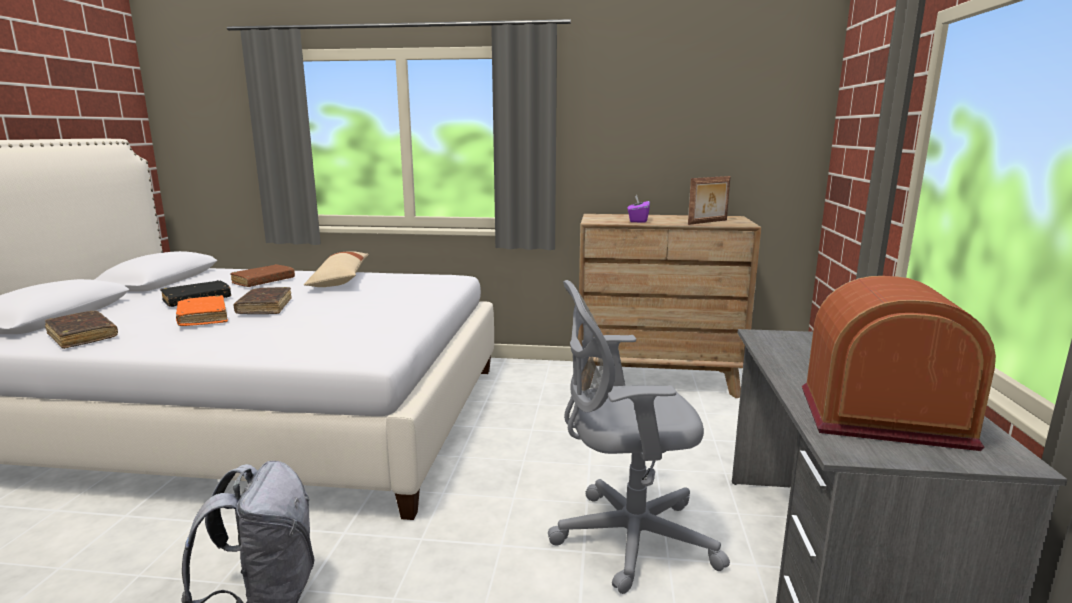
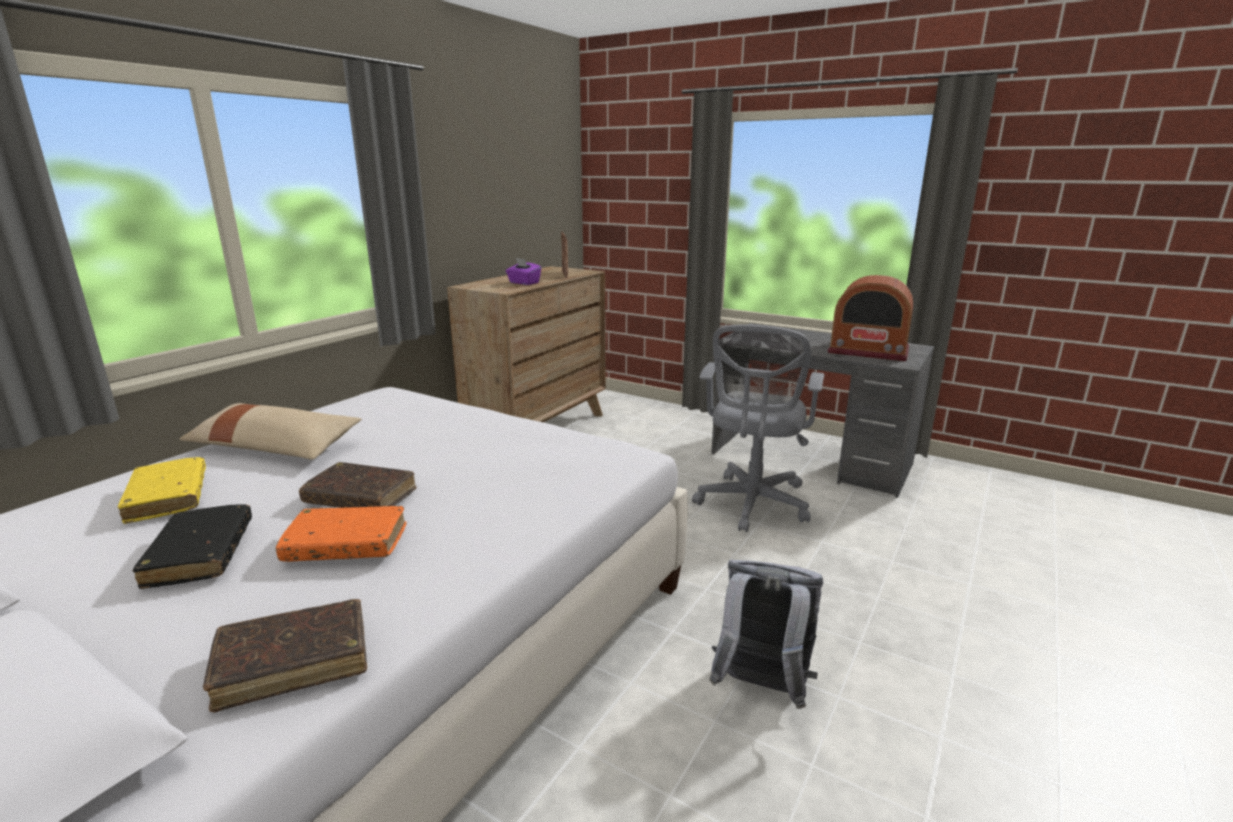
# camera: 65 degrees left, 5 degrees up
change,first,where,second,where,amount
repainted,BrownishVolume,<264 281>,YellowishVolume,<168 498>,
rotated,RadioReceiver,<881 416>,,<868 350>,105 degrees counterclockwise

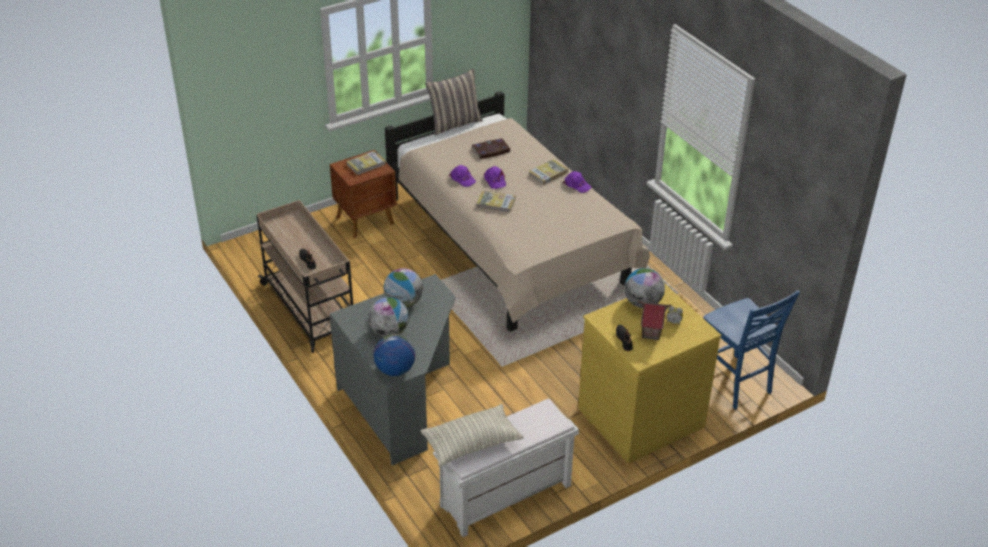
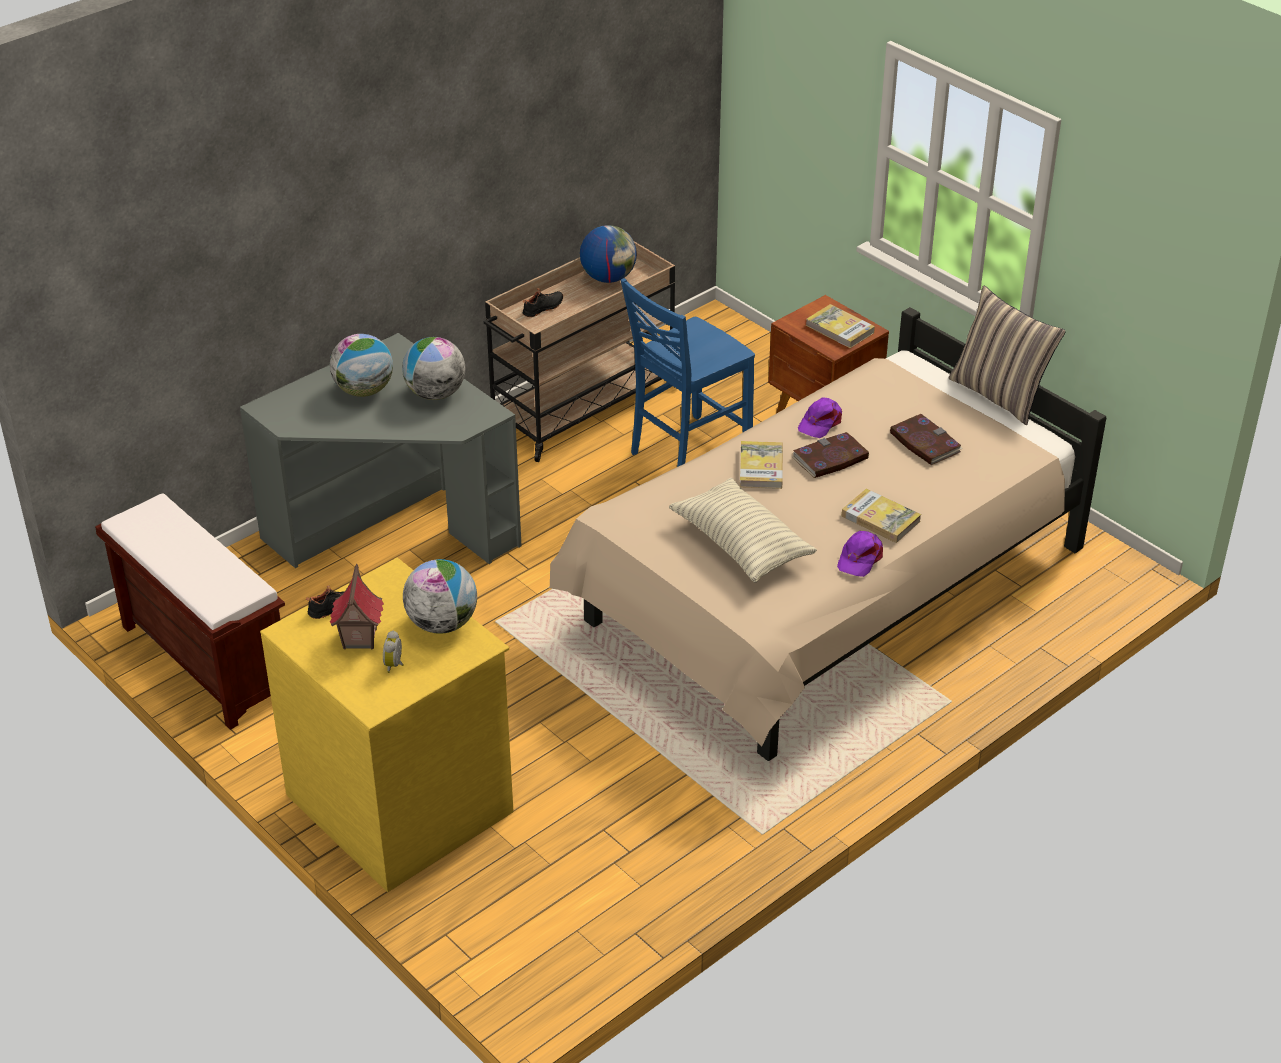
# camera: 80 degrees right, 0 degrees up
change,first,where,second,where,amount
swapped,PurpleCap,<495 180>,Volume,<830 458>,
shifted,BluishUprightChair,<735 383>,,<687 452>,
shifted,Globe,<395 370>,,<608 278>,
repainted,WhiteColouredBench,<504 497>,BrownishBench,<204 660>,
shifted,Cushion,<471 443>,,<741 545>,

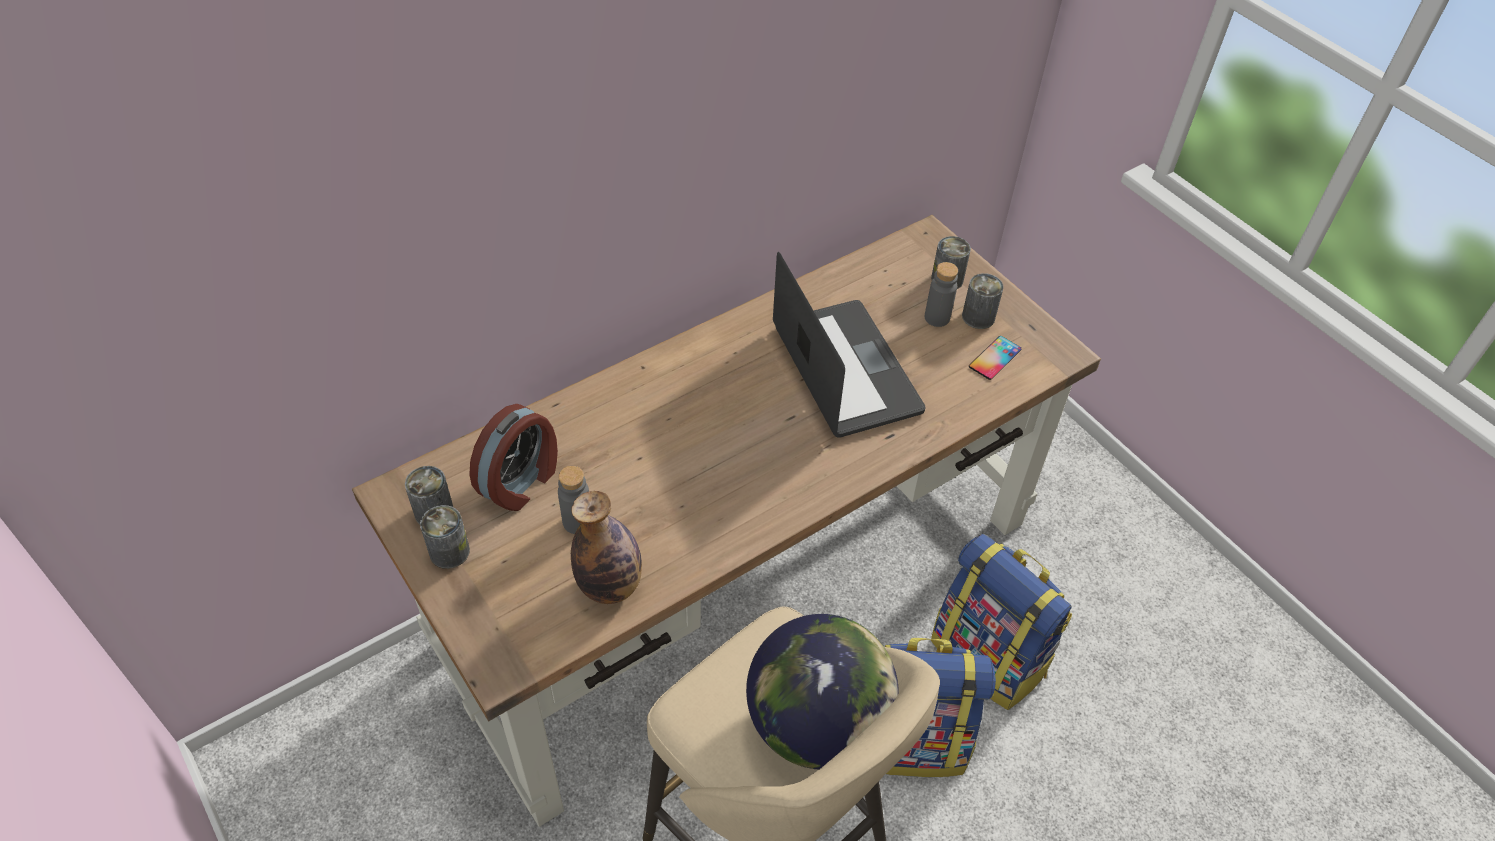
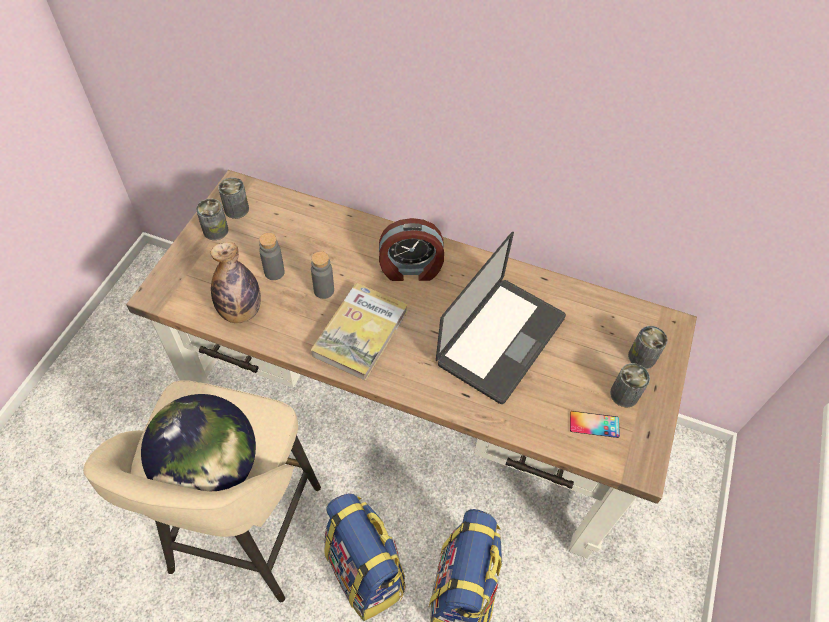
# camera: 55 degrees right, 5 degrees up
change,first,where,second,where,amount
shifted,GreyishBottle,<937 317>,,<324 290>,
shifted,TableClock,<521 482>,,<410 269>,
new,,,Volume,<360 333>,

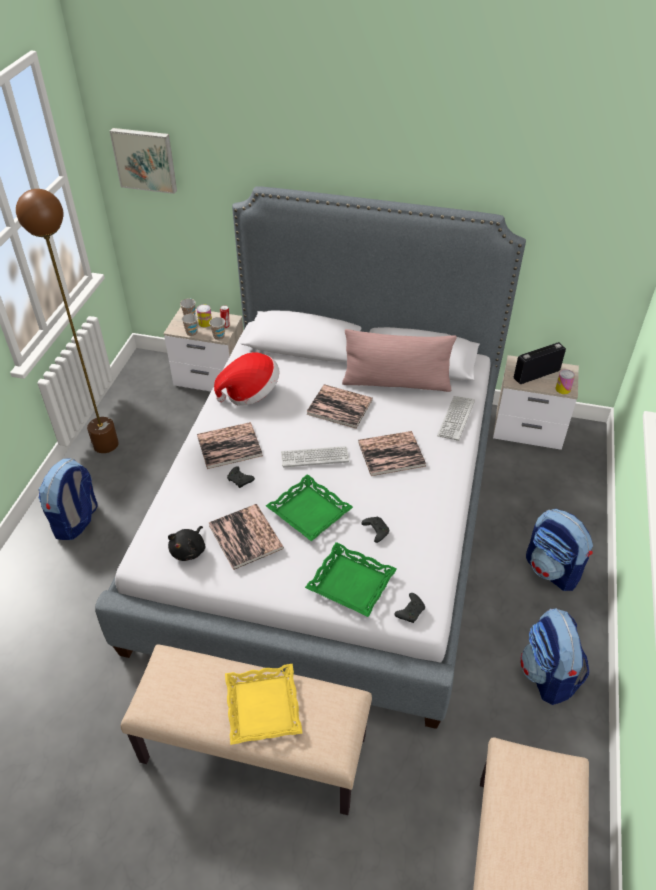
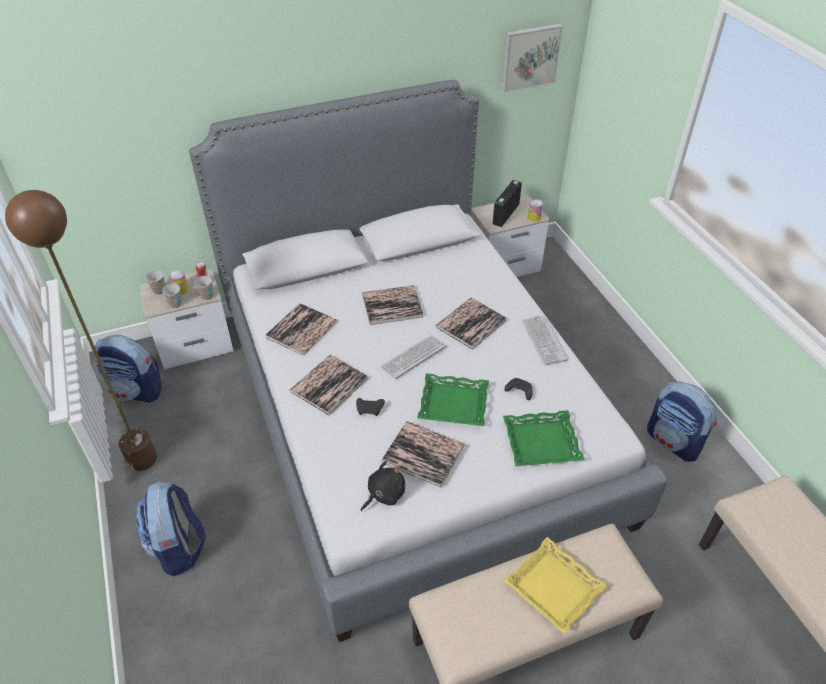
# camera: 35 degrees left, 0 degrees up
change,first,where,second,where,amount
shifted,WallArt,<145 159>,,<529 56>,
gone,PinkCushion,<396 383>,,,
swapped,ClothingHat,<250 393>,Volume,<301 330>,
shifted,Keyboard,<456 418>,,<543 340>,
shifted,Backpack,<553 570>,,<137 390>,
rotated,BlackishCuddlyToy,<189 550>,,<384 494>,120 degrees counterclockwise
gone,BlackishJoypad,<410 611>,,,

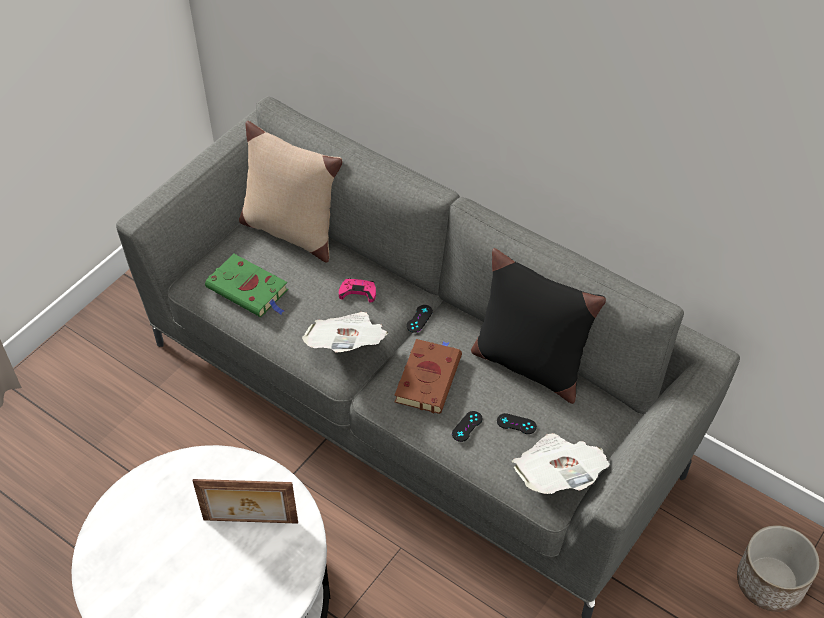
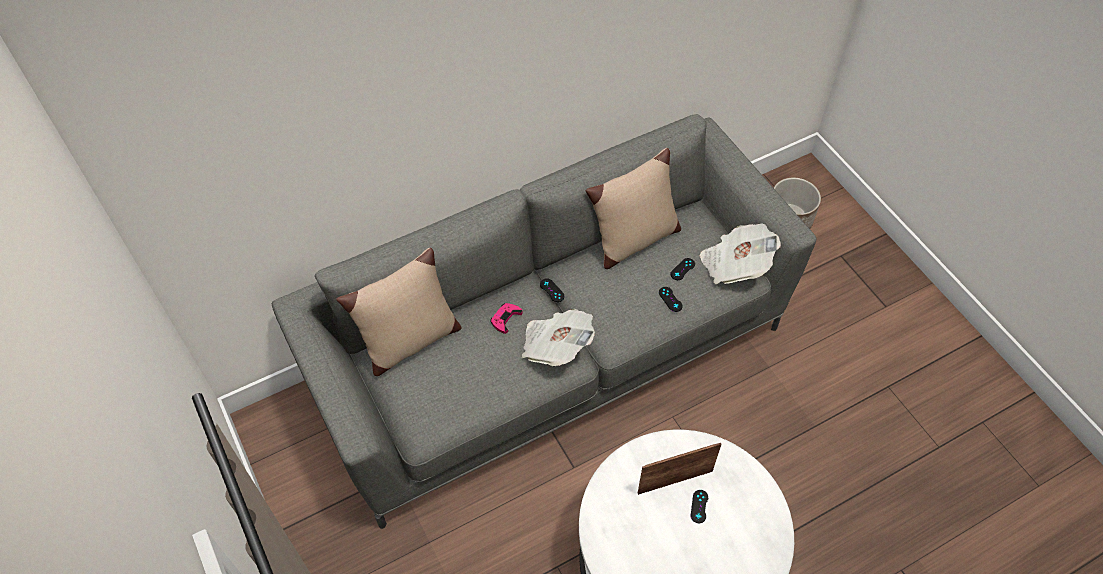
# camera: 65 degrees left, 5 degrees up
change,first,where,second,where,amount
repainted,BlackishCushion,<528 364>,BeigeCushion,<633 240>,
gone,GreenColouredVolume,<249 290>,,,
gone,BrownishVolume,<428 377>,,,
rotated,PhotoFrame,<250 522>,,<674 480>,135 degrees counterclockwise
new,,,BlackishJoypad,<699 506>,

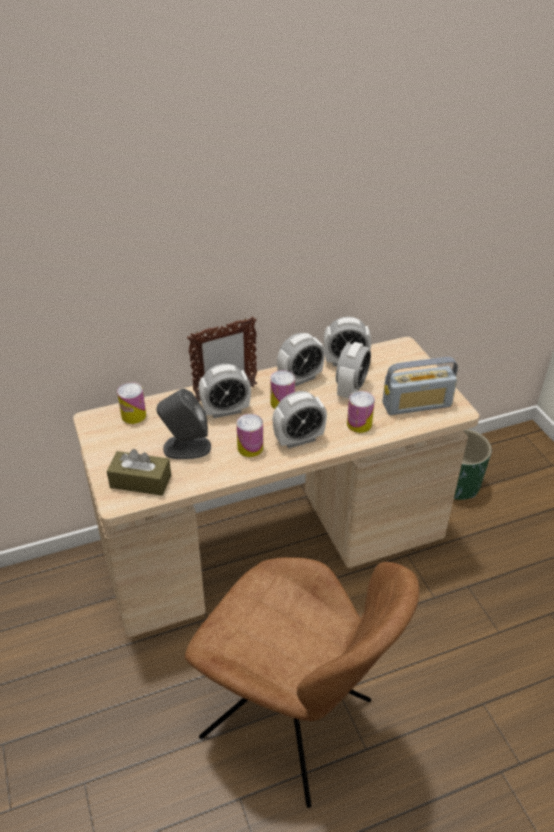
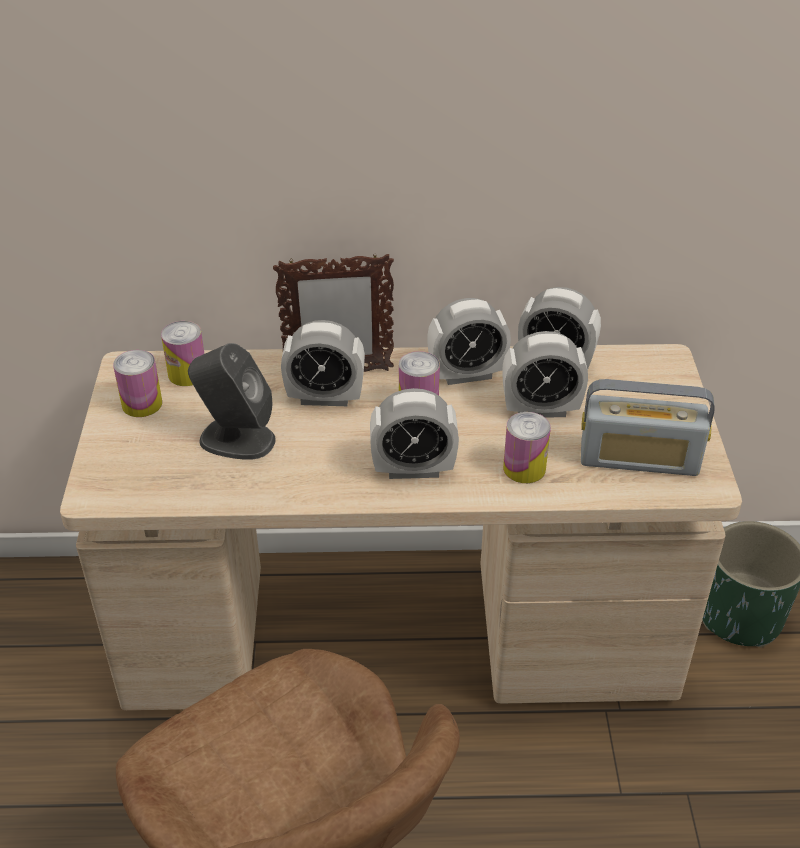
# camera: 20 degrees right, 0 degrees up
change,first,where,second,where,amount
rotated,TableClock,<351 389>,,<540 409>,45 degrees clockwise
shifted,SealedCan,<250 448>,,<142 404>,
gone,BrownishTissueHolder,<140 481>,,,

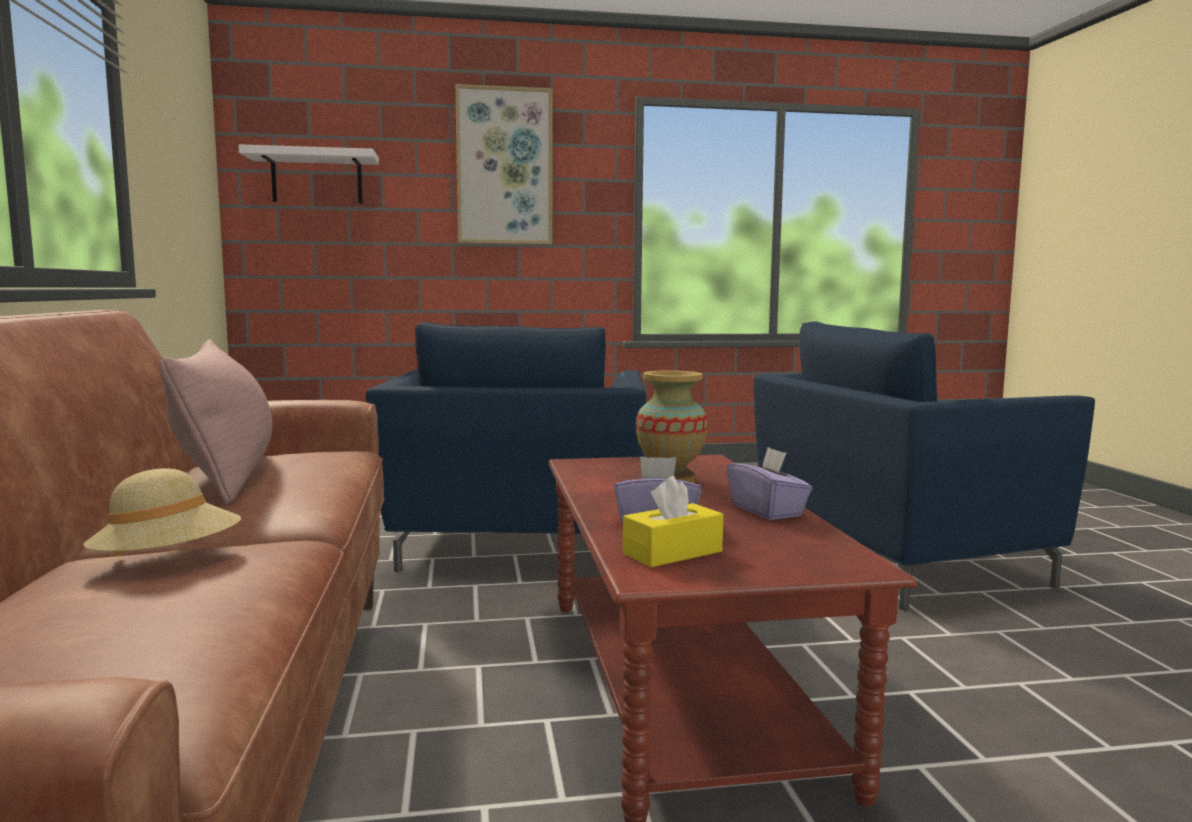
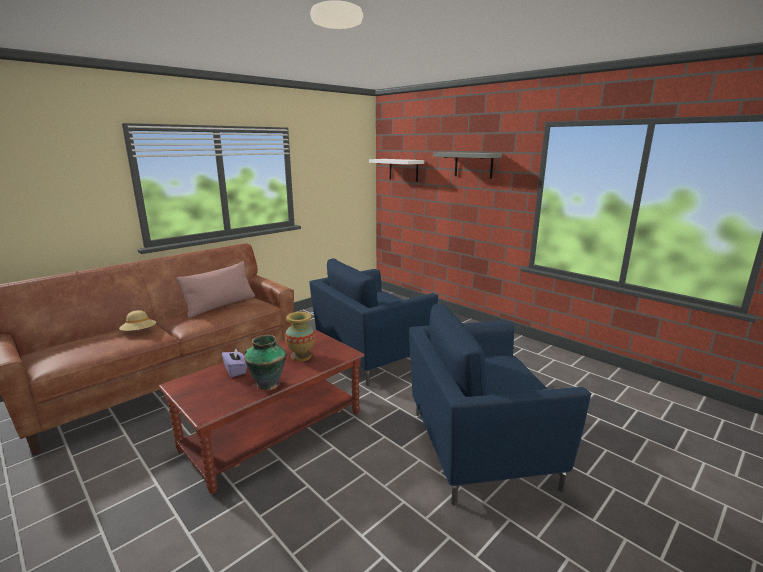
# camera: 55 degrees right, 10 degrees up
change,first,where,second,where,amount
swapped,WallArt,<504 166>,GreyishShelf,<473 165>,
rotated,BluishArmchair,<893 559>,,<477 447>,45 degrees counterclockwise
swapped,PurpleTissueHolder,<767 511>,DecorativeVase,<267 384>,
gone,YellowishTissueHolder,<672 553>,,,

